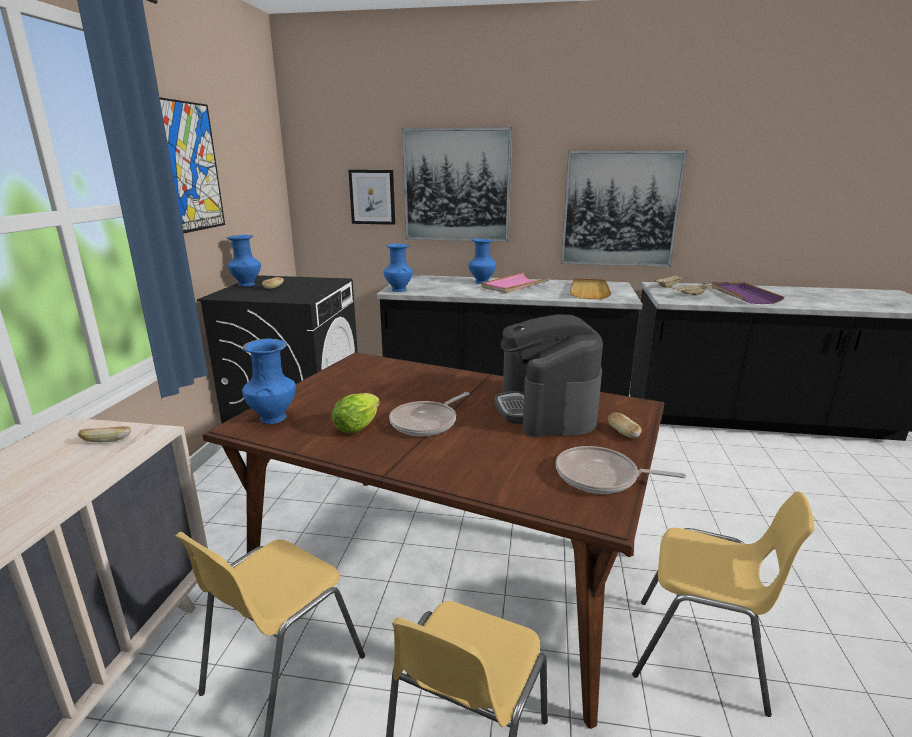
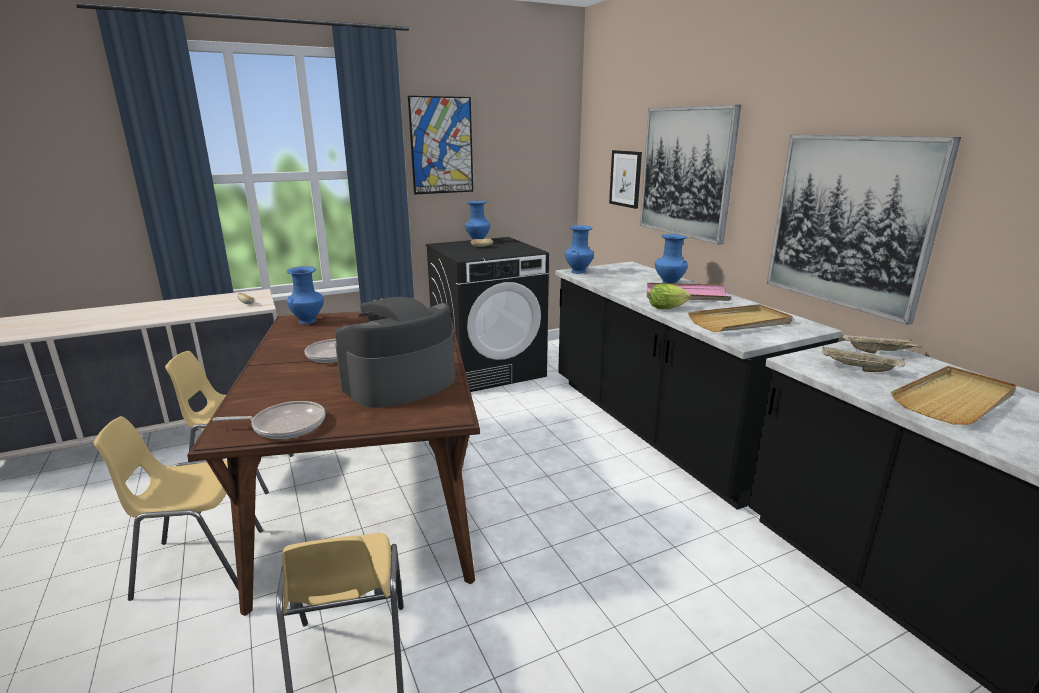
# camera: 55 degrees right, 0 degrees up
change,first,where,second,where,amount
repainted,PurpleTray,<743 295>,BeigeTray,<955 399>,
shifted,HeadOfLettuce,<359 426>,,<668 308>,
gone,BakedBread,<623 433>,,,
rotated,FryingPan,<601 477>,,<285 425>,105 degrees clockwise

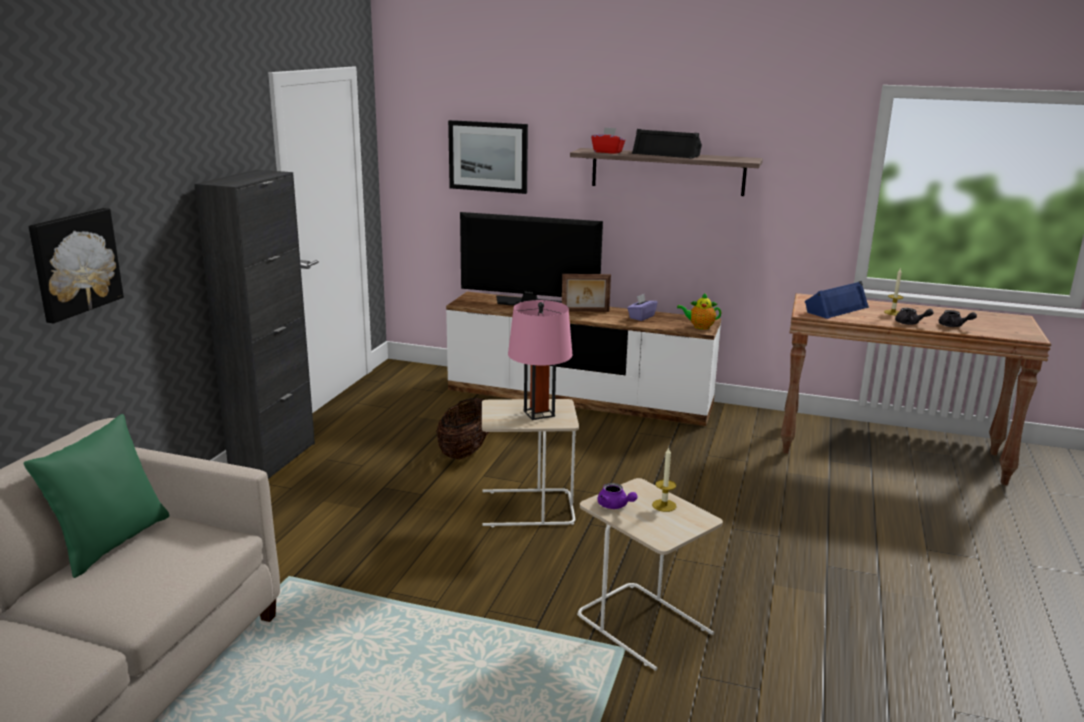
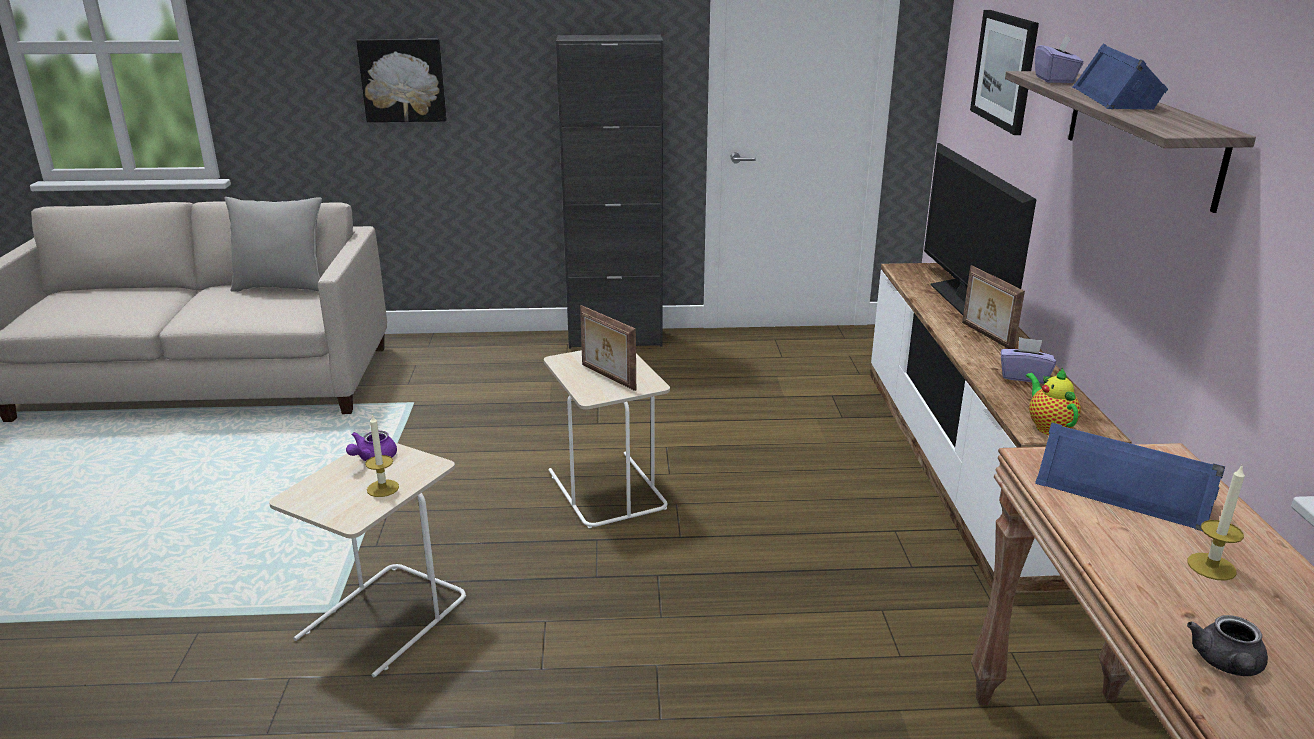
# camera: 70 degrees right, 5 degrees up
change,first,where,second,where,amount
repainted,RedColouredTissueHolder,<608 152>,PurpleTissueHolder,<1055 80>,
repainted,BlackishLoudspeaker,<666 154>,BluishLoudspeaker,<1117 98>,
swapped,PinkTableLamp,<539 413>,PhotoFrame,<607 377>,
gone,GreyishTeapot,<910 323>,,,
gone,Basket,<465 451>,,,
repainted,GreenColouredCushion,<110 543>,GreyishCushion,<282 287>,

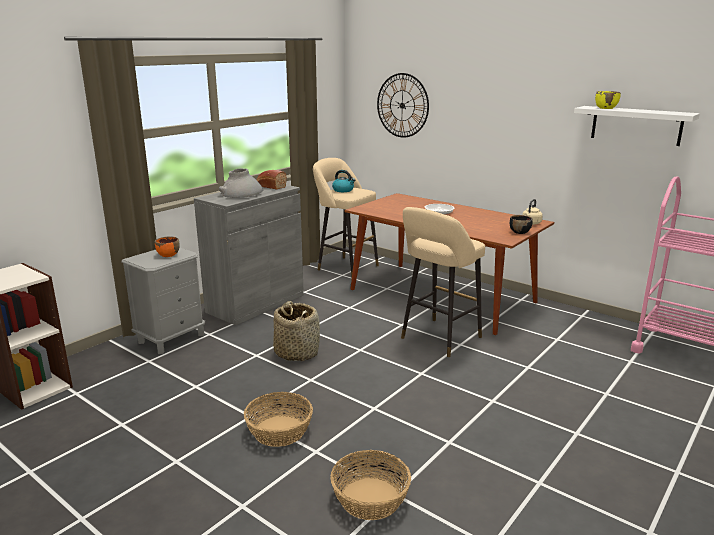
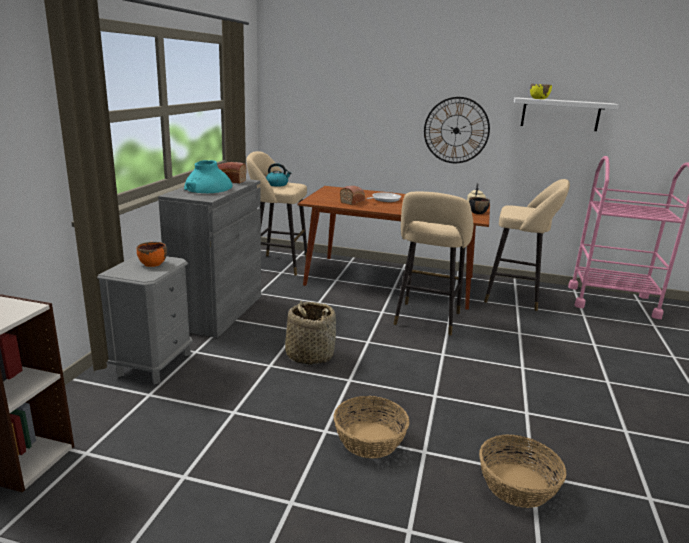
# camera: 25 degrees left, 0 degrees up
change,first,where,second,where,amount
shifted,HangingClock,<402 105>,,<456 130>,
repainted,GreyishDecorativeVase,<241 193>,BlueGreenDecorativeVase,<208 189>,
new,,,BeigeStoolSeat,<516 297>,
new,,,BakedBread,<353 201>,

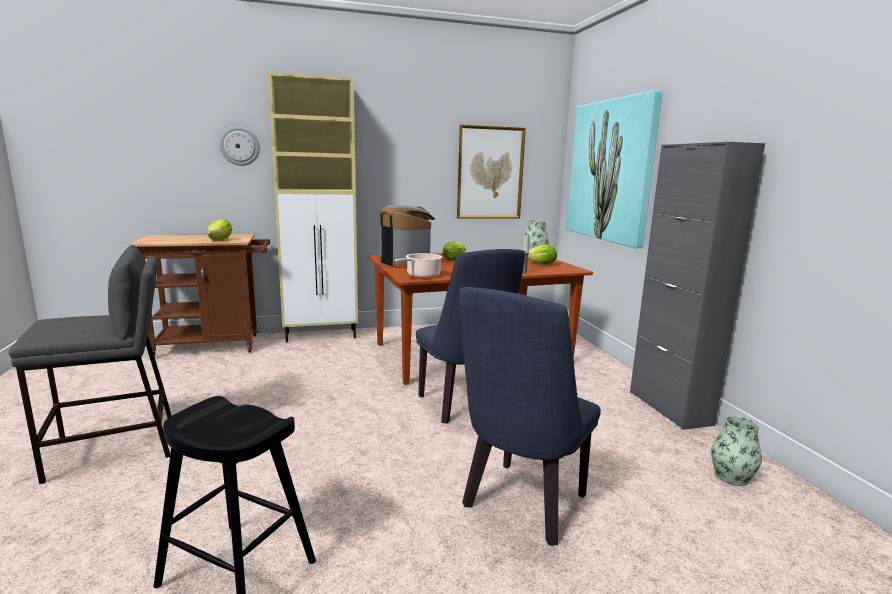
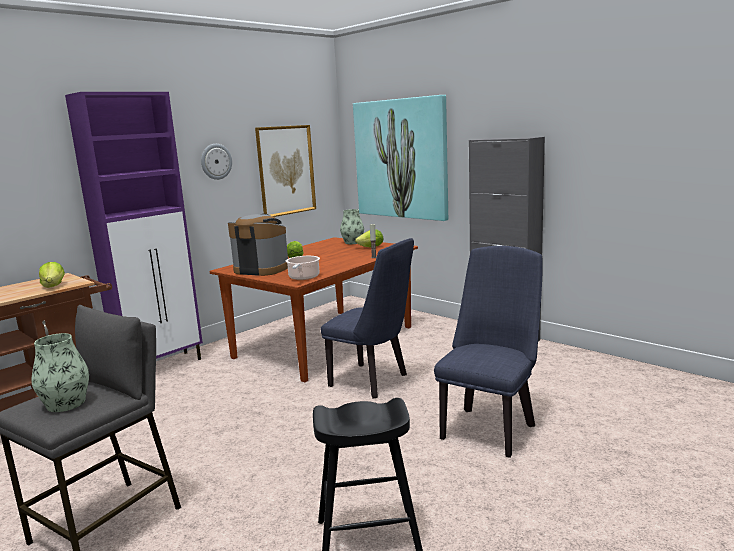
# camera: 30 degrees left, 0 degrees up
change,first,where,second,where,amount
repainted,BeigeStorageCabinet,<322 335>,PurpleStorageCabinet,<162 367>,
shifted,HangingClock,<239 146>,,<216 161>,
rotated,BluishUprightChair,<521 506>,,<490 427>,150 degrees counterclockwise
shifted,DecorativeVase,<731 476>,,<66 404>,

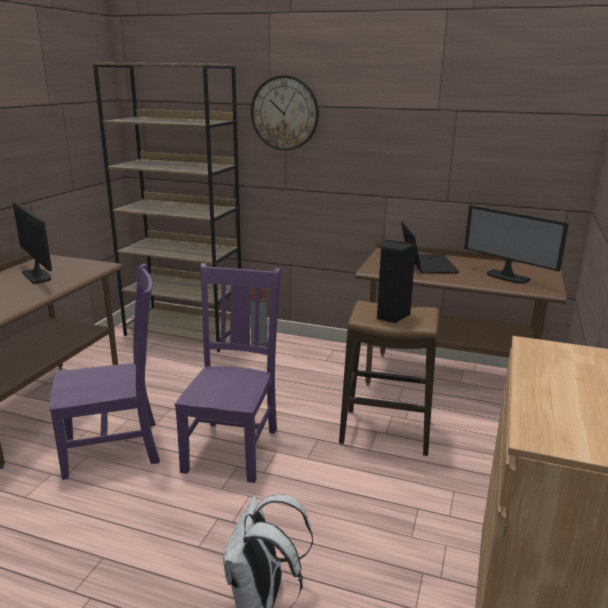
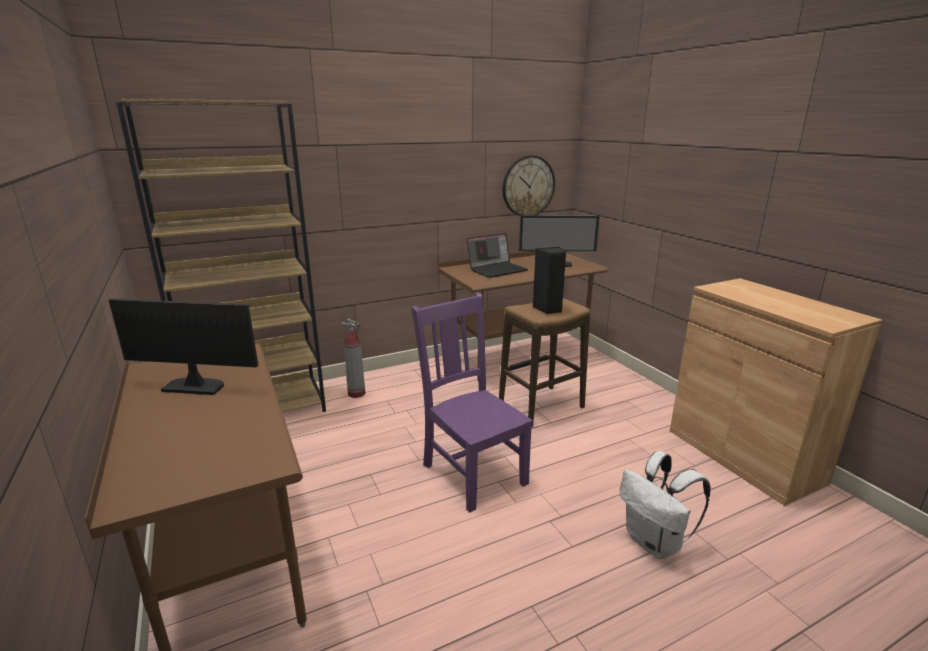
# camera: 45 degrees left, 0 degrees up
change,first,where,second,where,amount
shifted,HangingClock,<285 113>,,<528 186>,
rotated,NotebookComputer,<426 264>,,<497 270>,105 degrees clockwise
gone,PurpleUprightChair,<116 448>,,,

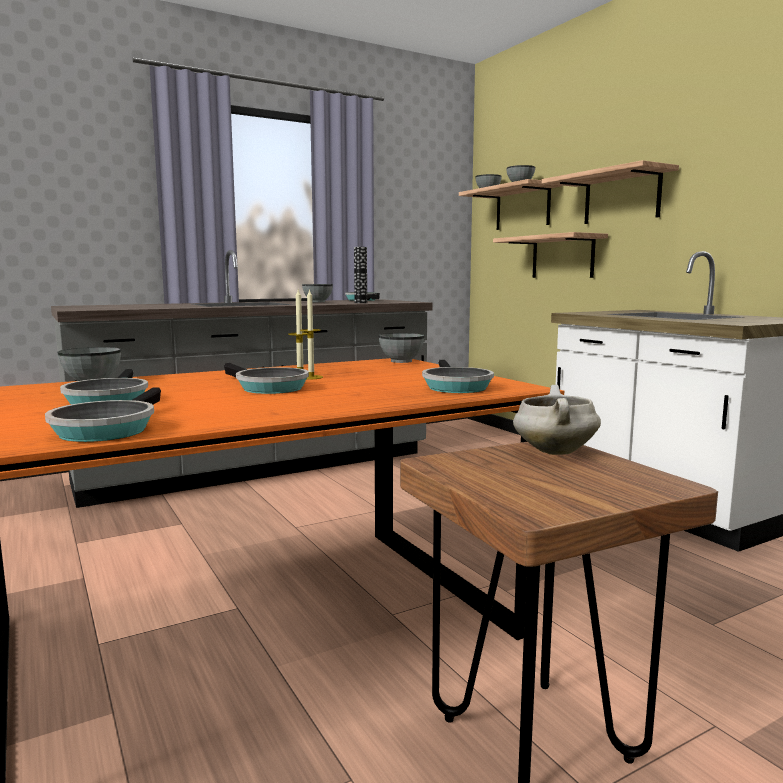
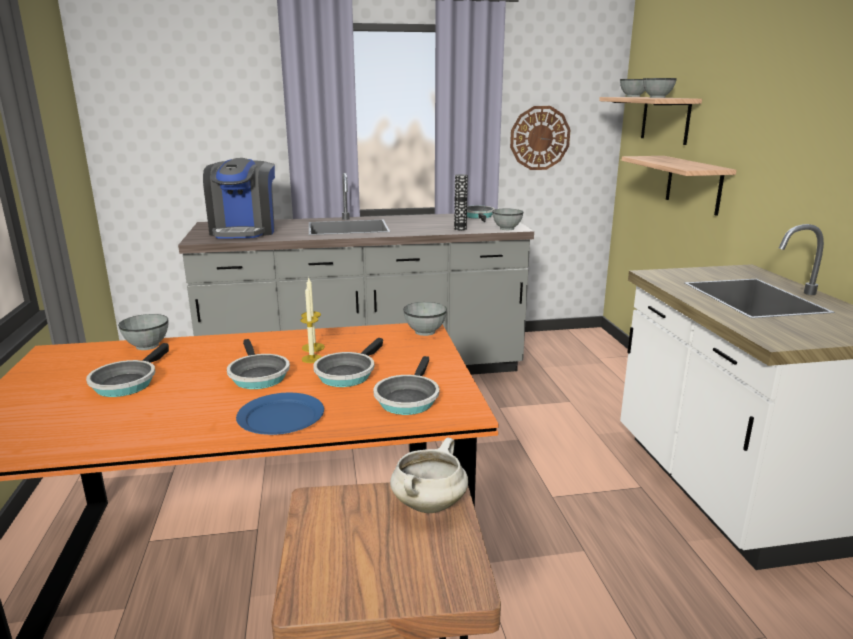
# camera: 20 degrees right, 10 degrees up
change,first,where,second,where,amount
gone,Shelf,<621 197>,,,
shifted,GreyishDeepDish,<317 302>,,<506 228>,
shifted,FryingPan,<107 429>,,<347 373>,
new,,,HangingClock,<539 138>,
new,,,CoffeeBrewer,<244 231>,
new,,,BluishFlatDish,<281 417>,

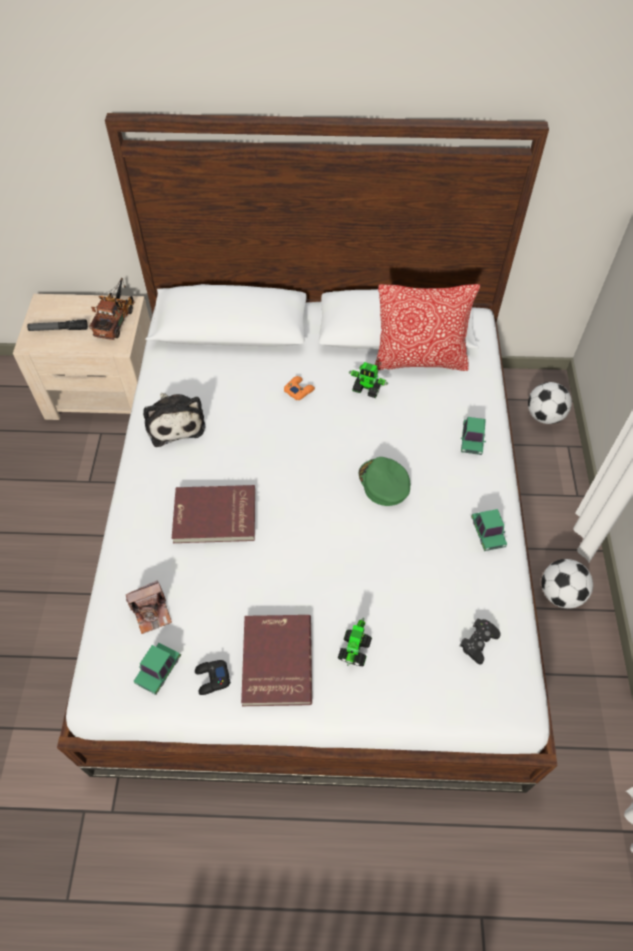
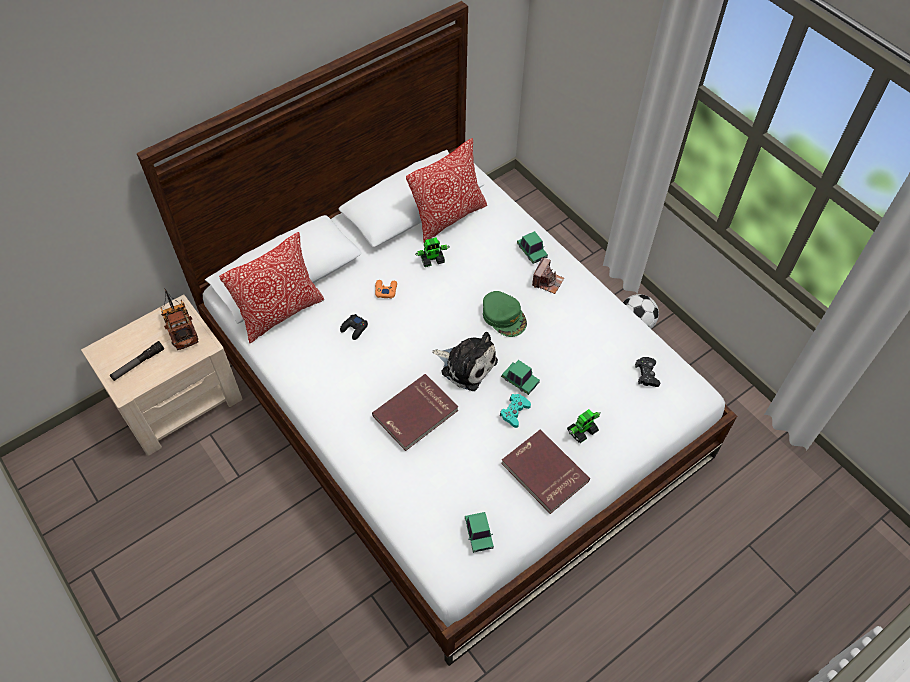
# camera: 40 degrees left, 0 degrees up
change,first,where,second,where,amount
gone,FootballBall,<544 416>,,,
shifted,CuddlyToy,<175 422>,,<466 365>,
rotated,GreenColouredCap,<383 483>,,<504 316>,150 degrees counterclockwise
shifted,MiniatureCar,<487 533>,,<520 381>,
shifted,StillCamera,<152 613>,,<547 281>,
rotated,ToyRobot,<354 649>,,<582 431>,75 degrees clockwise
shifted,BlackishJoypad,<212 679>,,<354 329>,
new,,,Cushion,<280 312>,
new,,,BlueGreenJoypad,<514 412>,

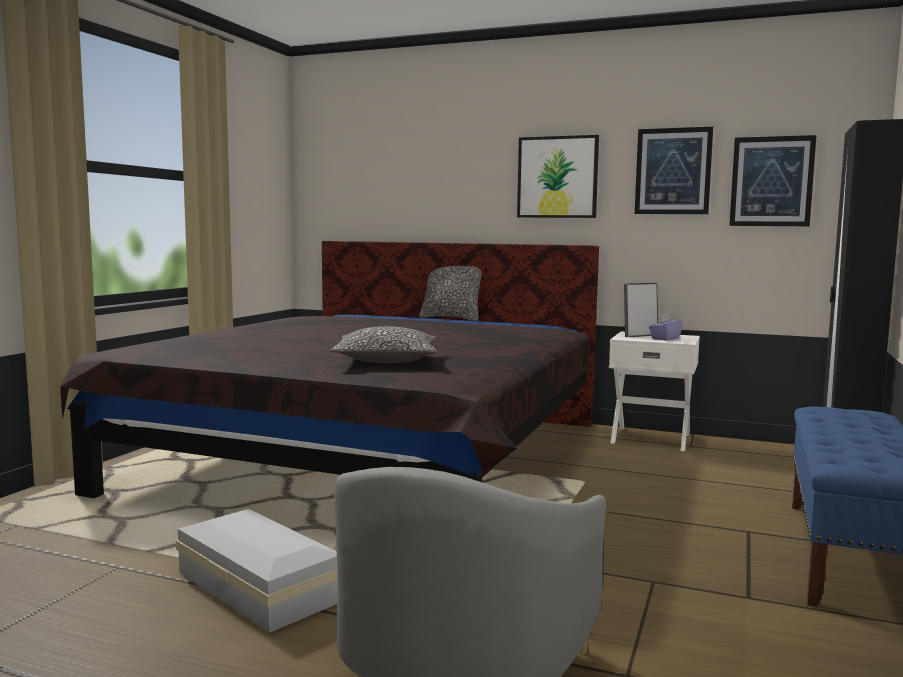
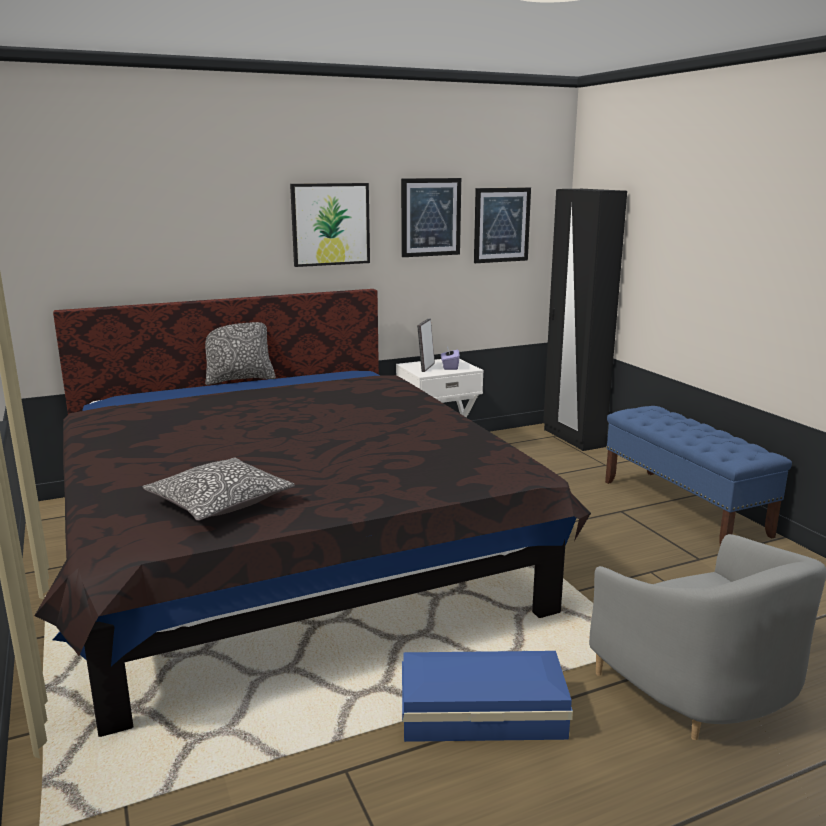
# camera: 45 degrees left, 10 degrees up
change,first,where,second,where,amount
shifted,Cushion,<386 360>,,<220 503>,
repainted,WhiteColouredStorageContainer,<258 585>,BluishStorageContainer,<479 711>,

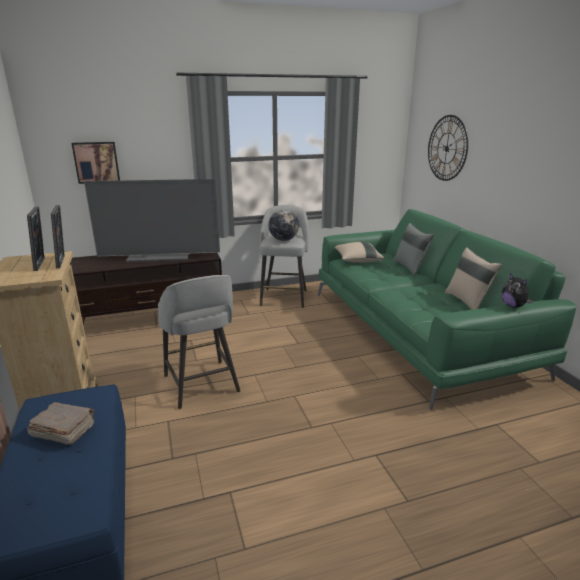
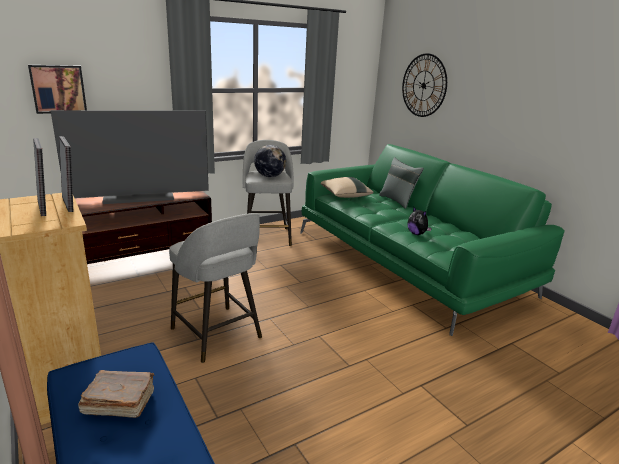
# camera: 15 degrees left, 0 degrees up
change,first,where,second,where,amount
gone,BeigeCushion,<468 301>,,,
shifted,CuddlyToy,<513 306>,,<417 234>,

